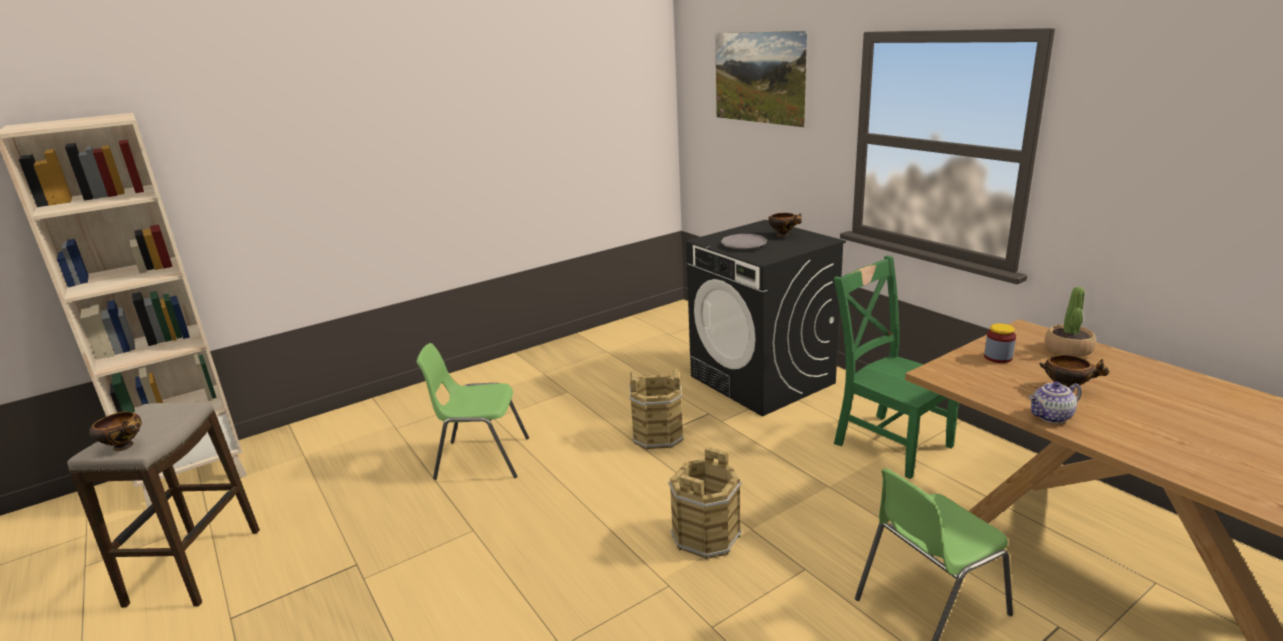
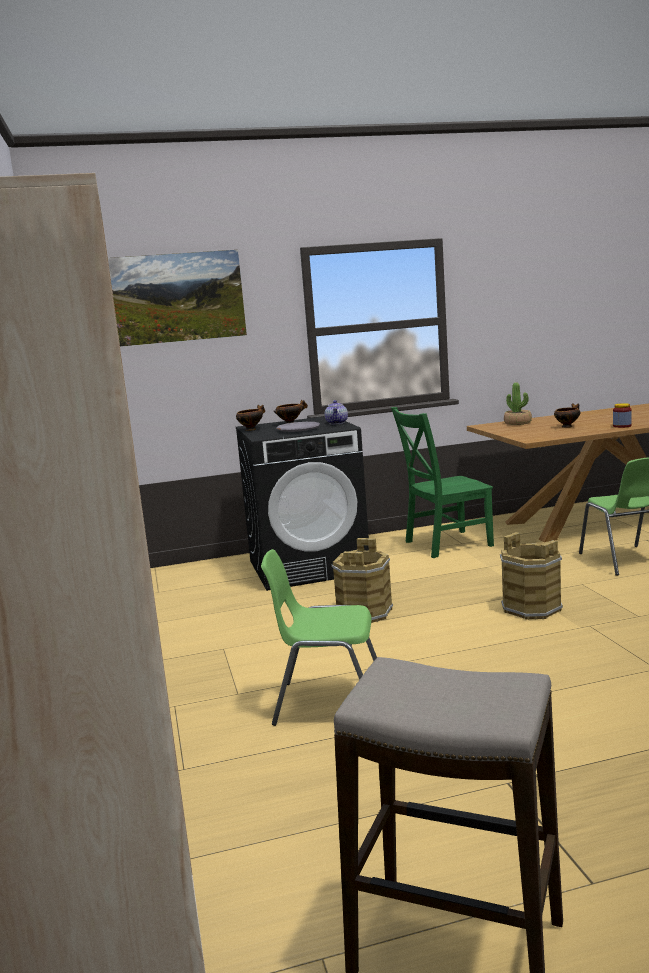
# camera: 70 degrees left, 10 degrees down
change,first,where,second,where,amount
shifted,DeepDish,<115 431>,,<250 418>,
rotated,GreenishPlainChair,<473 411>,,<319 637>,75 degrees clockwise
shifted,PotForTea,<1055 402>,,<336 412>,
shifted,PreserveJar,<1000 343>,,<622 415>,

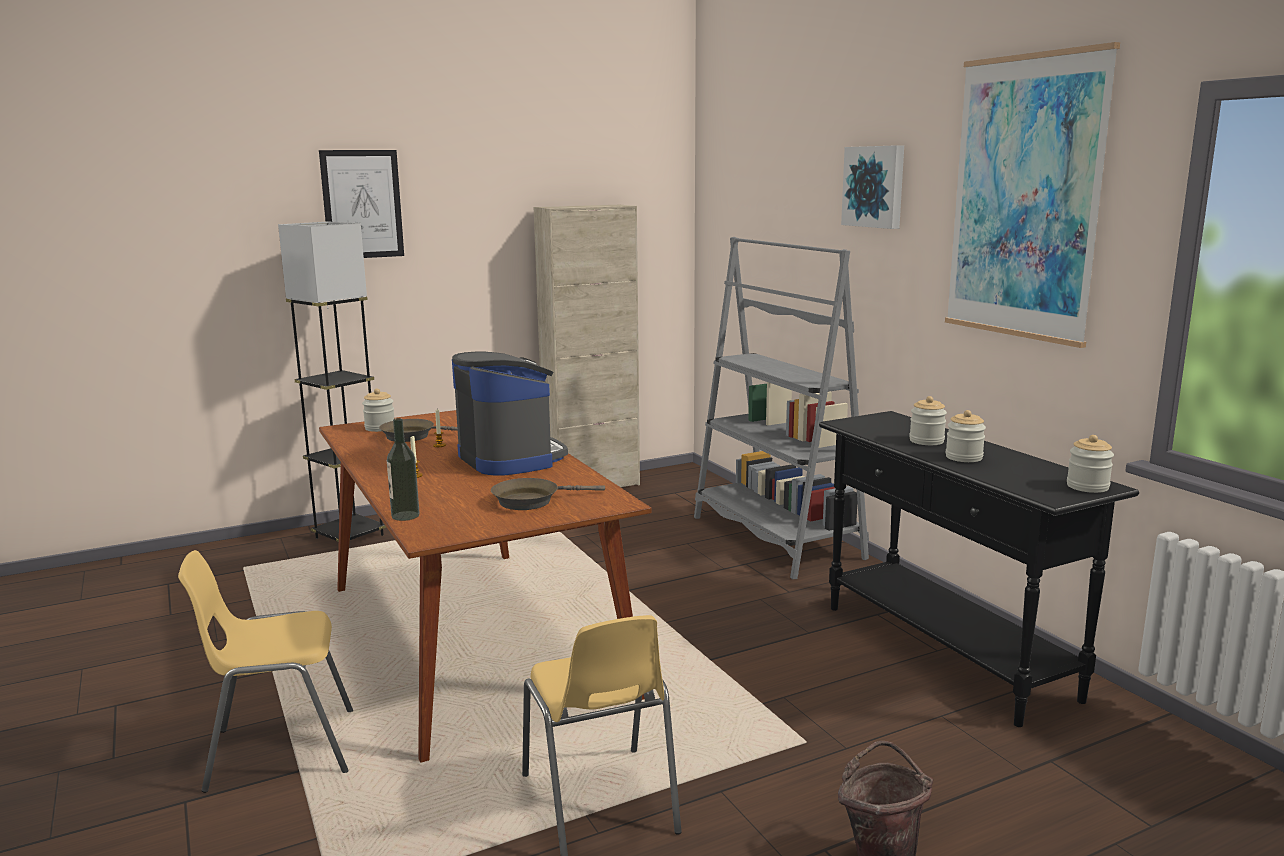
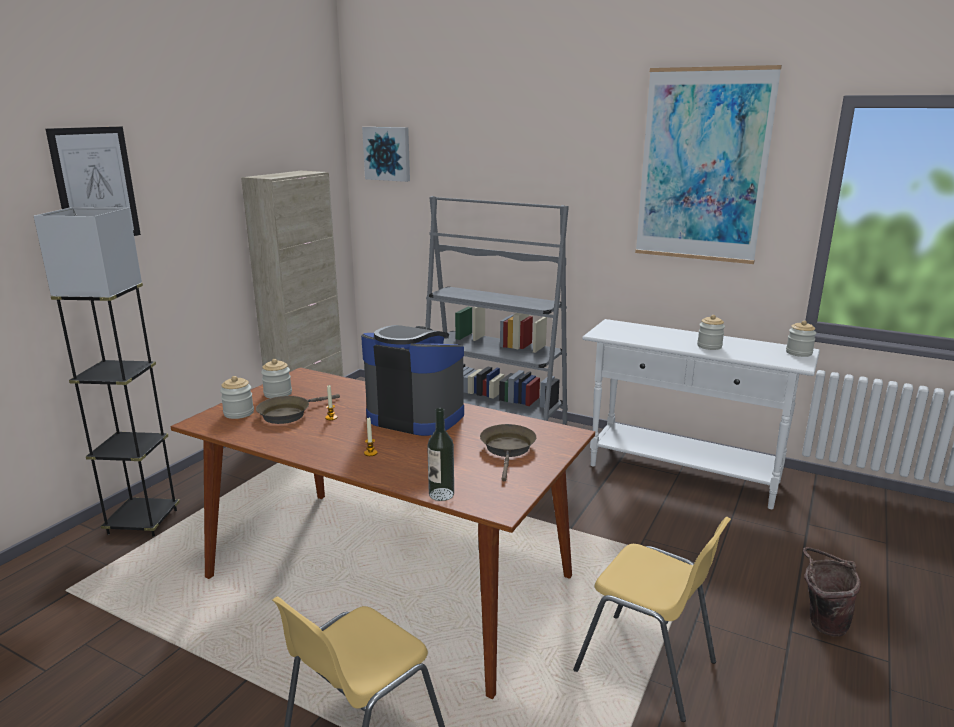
# camera: 35 degrees left, 5 degrees up
change,first,where,second,where,amount
shifted,PreserveJar,<928 420>,,<276 378>,
shifted,Picture,<872 187>,,<386 154>,
rotated,BrownColouredSkillet,<548 494>,,<508 452>,150 degrees clockwise
repainted,BlackishNarrowTable,<979 569>,WhiteColouredNarrowTable,<701 414>,

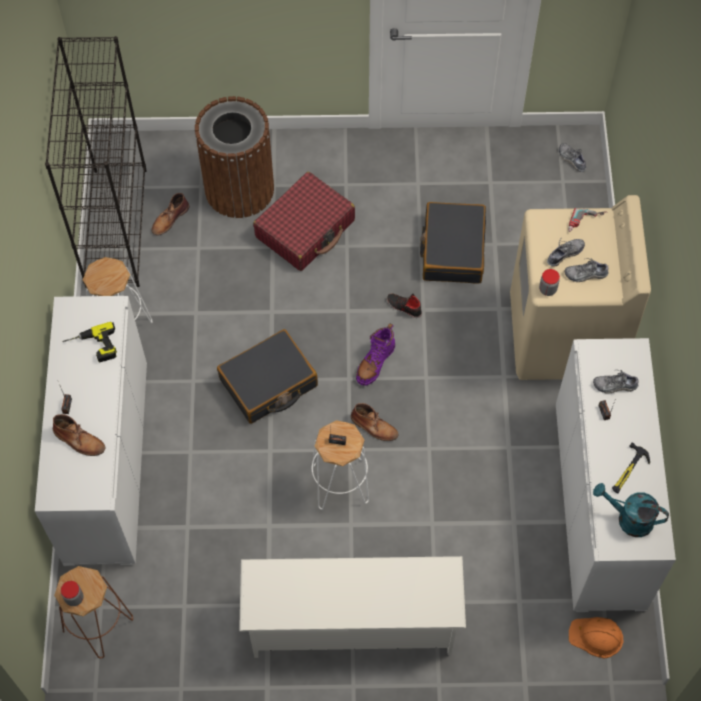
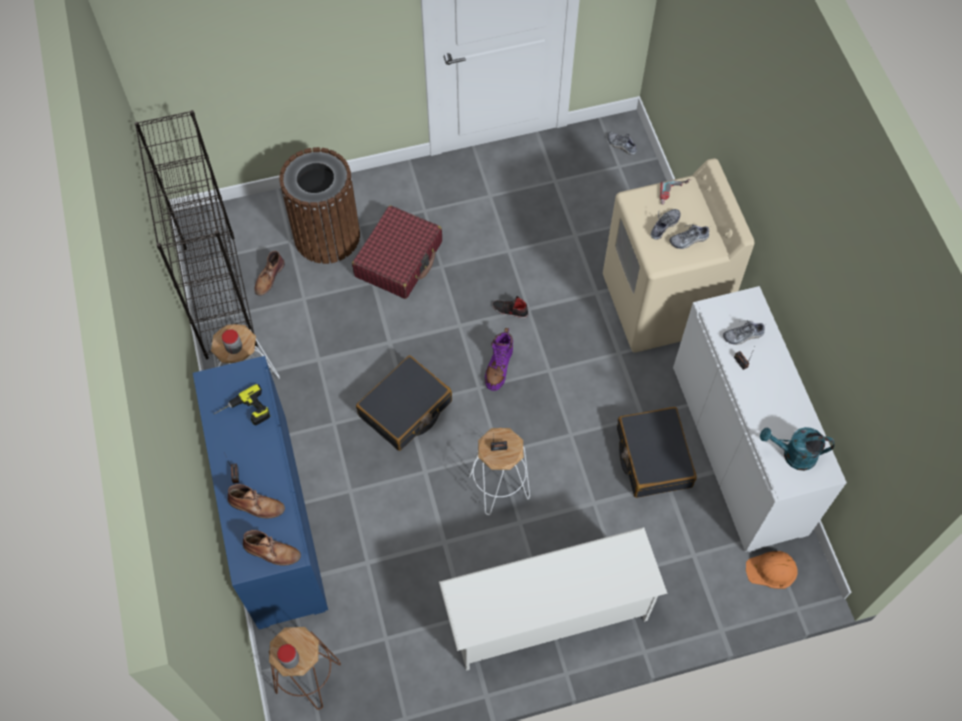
# camera: 15 degrees left, 0 degrees up
change,first,where,second,where,amount
repainted,WhiteColouredCabinet,<91 431>,BluishCabinet,<260 492>,
shifted,PreserveJar,<549 282>,,<232 341>,
shifted,BrownColouredHighTopBoot,<374 422>,,<272 548>,
shifted,BlackishPieceOfLuggage,<453 243>,,<657 452>,
gone,ToolHammer,<631 468>,,,

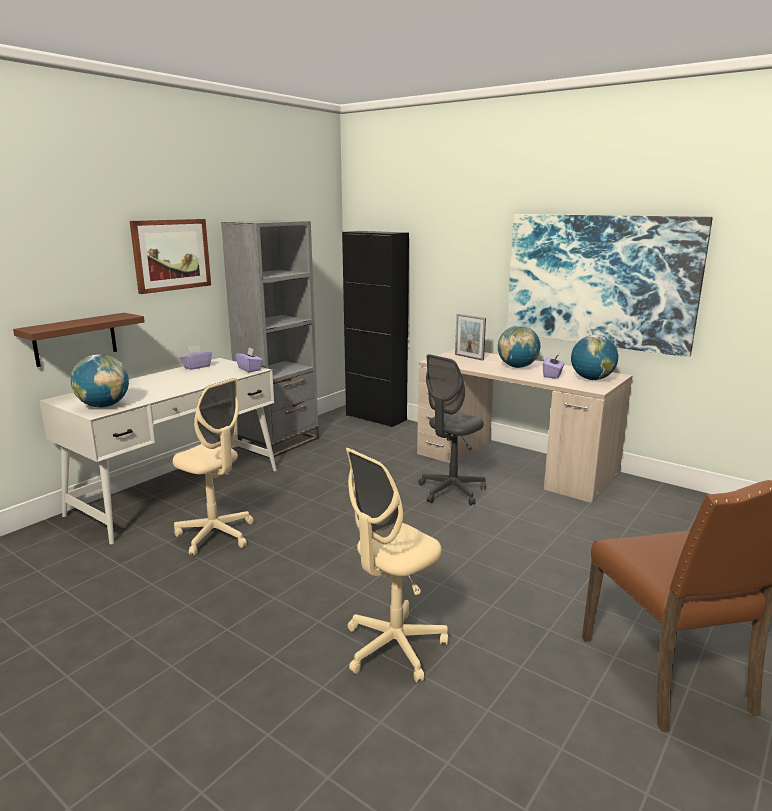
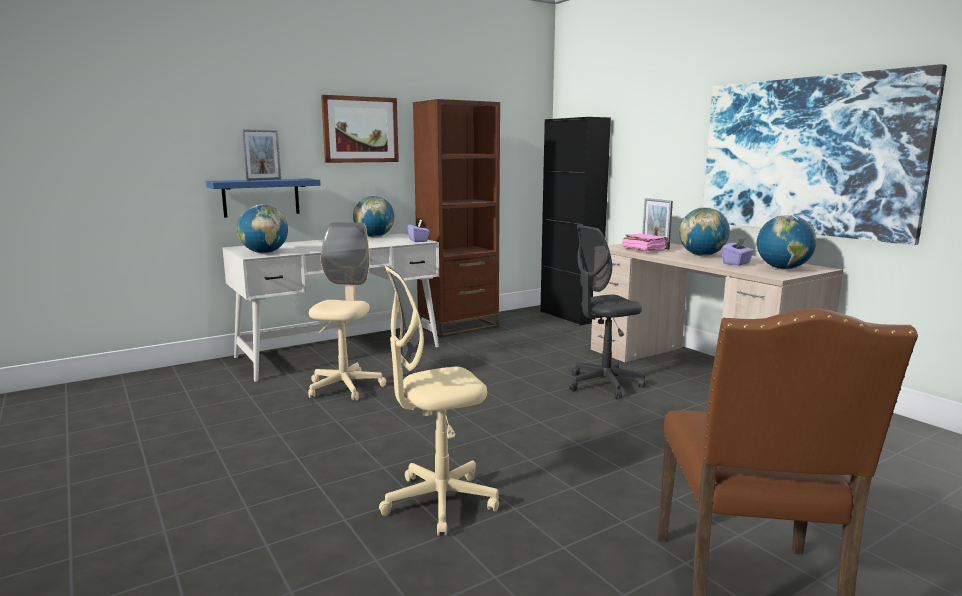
# camera: 20 degrees right, 5 degrees down
change,first,where,second,where,amount
repainted,BrownColouredWallShelf,<79 340>,BluishWallShelf,<263 198>,
new,,,PictureFrame,<261 155>,
rotated,BeigeComputerChair,<213 467>,,<347 311>,135 degrees counterclockwise
swapped,PurpleColouredTissueHolder,<196 357>,Globe,<373 216>,
repainted,GrayBookcase,<270 339>,BrownColouredBookcase,<456 218>,
new,,,PinkishBook,<645 242>,

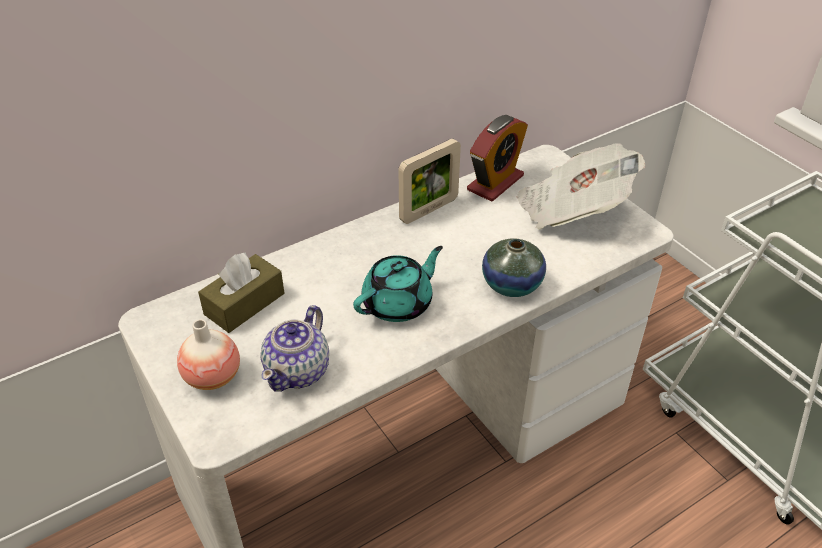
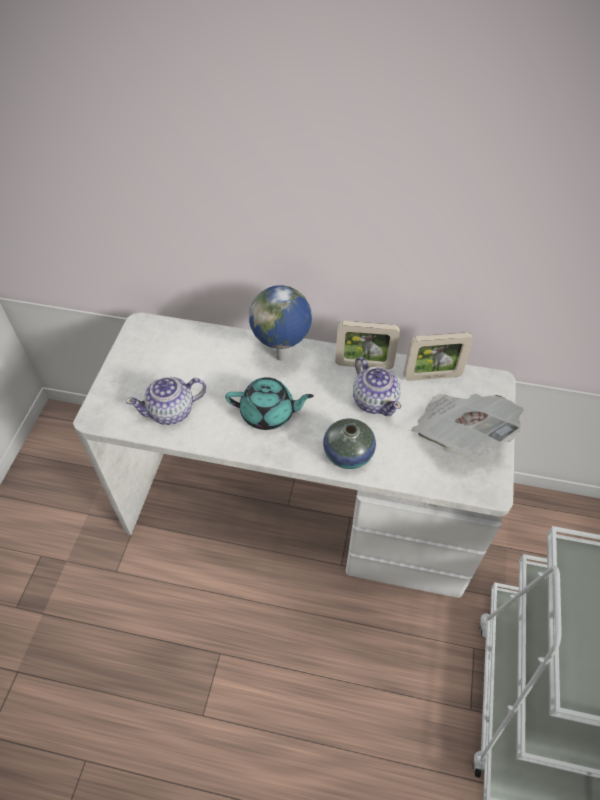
# camera: 45 degrees right, 10 degrees up
change,first,where,second,where,amount
new,,,Globe,<280 323>,
new,,,PotForTea,<377 386>,
swapped,AlarmClock,<497 158>,PictureFrame,<438 356>,
gone,Vase,<208 354>,,,
gone,BrownColouredTissueHolder,<241 292>,,,

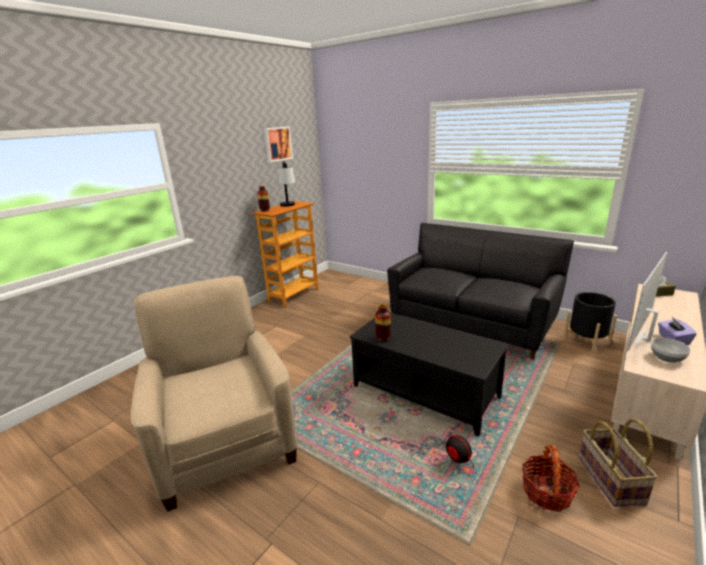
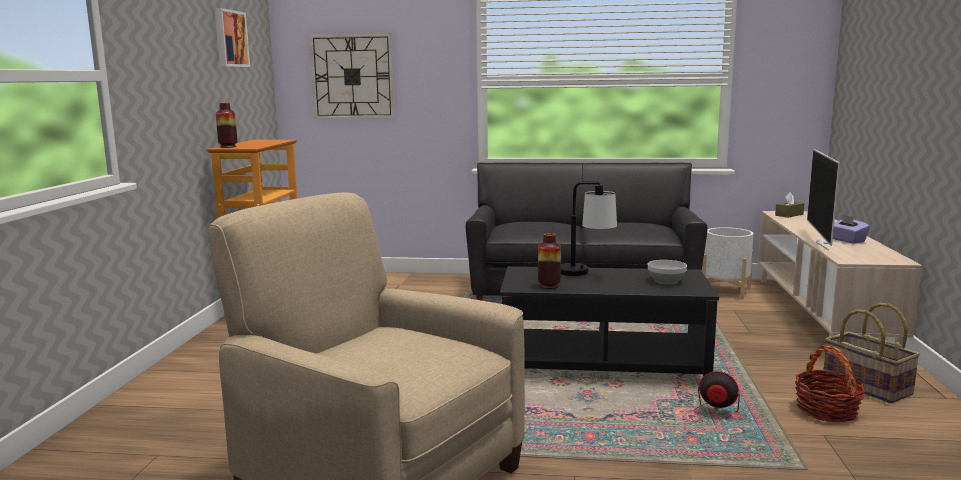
# camera: 30 degrees left, 10 degrees down
change,first,where,second,where,amount
new,,,ClockOnTheWall,<352 76>,
shifted,TableLamp,<286 184>,,<589 228>,
shifted,DeepDish,<671 350>,,<667 272>,
repainted,BlackishPlantPot,<590 322>,WhiteColouredPlantPot,<728 263>,

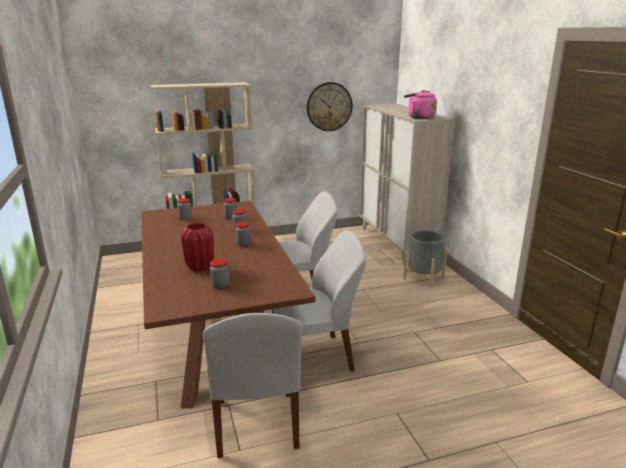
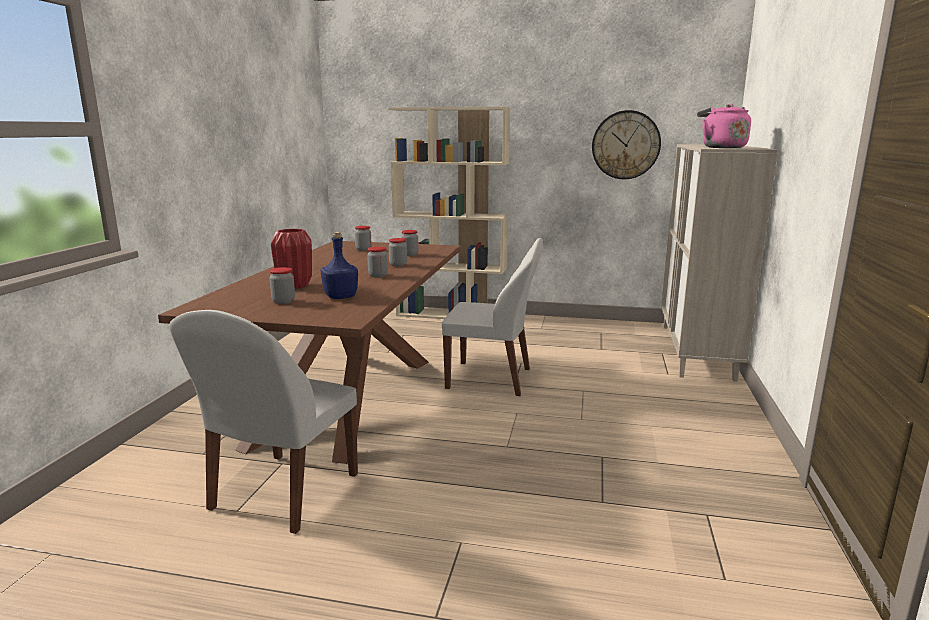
# camera: 30 degrees right, 5 degrees down
change,first,where,second,where,amount
new,,,BluishBeverageBottle,<339 265>,
gone,WhiteColouredPlainChair,<319 301>,,,
gone,GrayPlantPot,<425 259>,,,

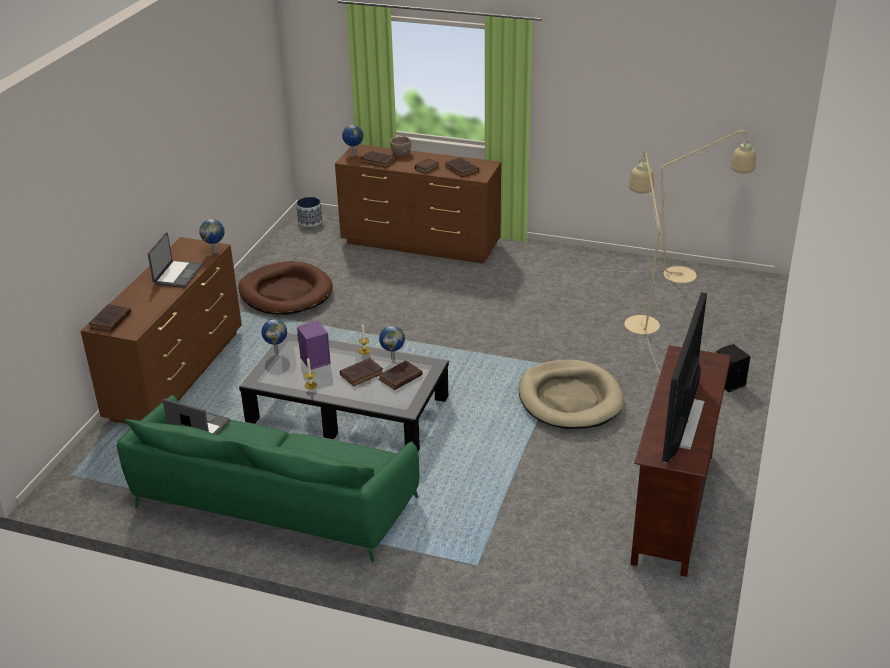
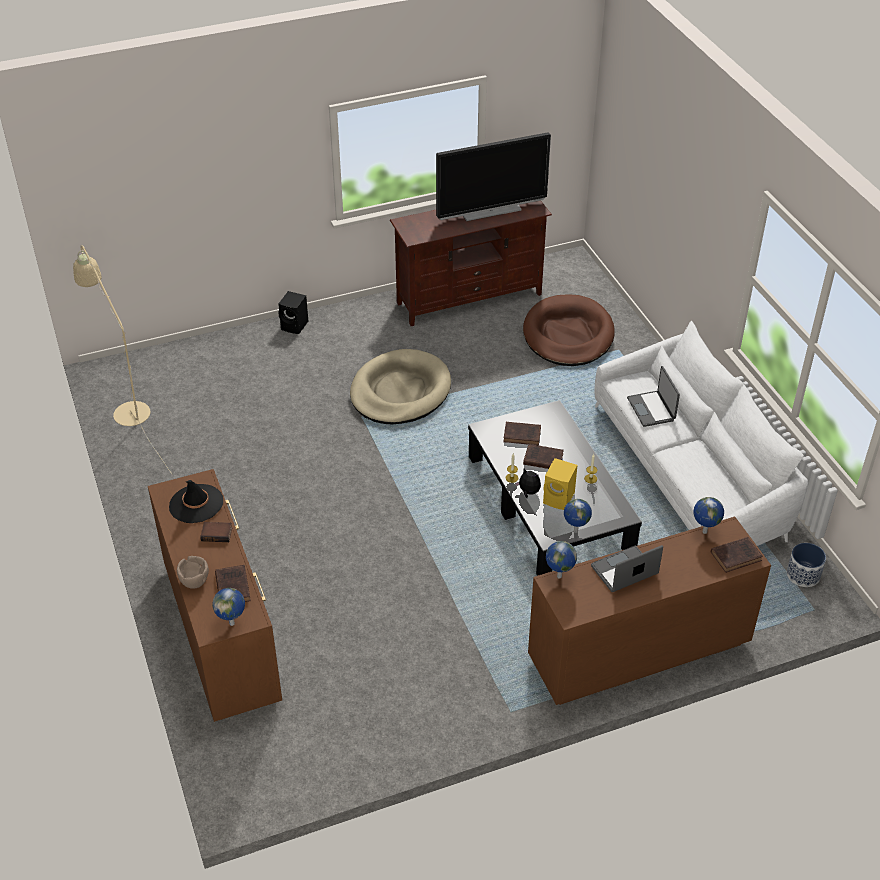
# camera: 130 degrees left, 10 degrees up
change,first,where,second,where,amount
swapped,BrownColouredBook,<462 167>,BlackishWearableHat,<196 501>,
new,,,CuddlyToy,<528 483>,
shifted,BrownColouredPetBed,<285 288>,,<569 330>,
repainted,PurpleColouredAudioSpeaker,<314 345>,YellowishAudioSpeaker,<560 484>,
repainted,GreenishSettee,<268 478>,WhiteColouredSettee,<701 433>,
shifted,Laptop,<196 417>,,<653 396>,
shifted,Globe,<392 343>,,<708 515>,
shifted,PlantPot,<309 212>,,<806 565>,
gone,BeigeStandardLamp,<642 262>,,,

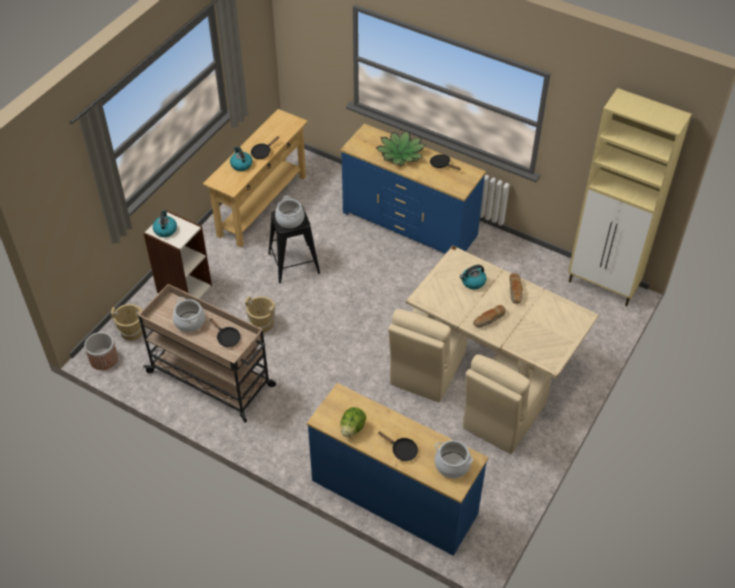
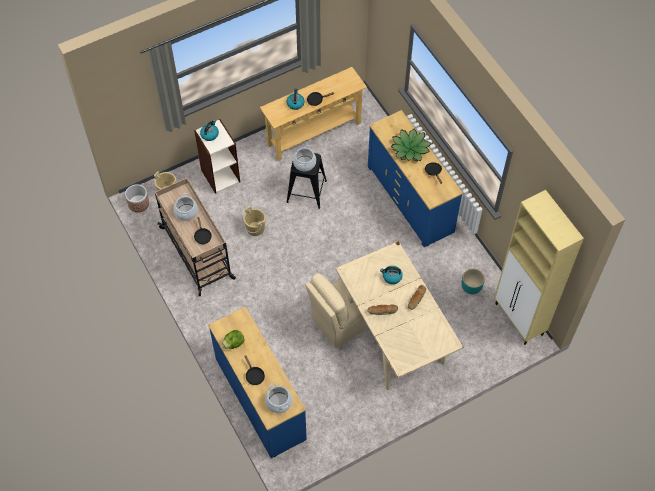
# camera: 30 degrees right, 10 degrees up
change,first,where,second,where,amount
new,,,TurquoiseColouredPlantPot,<473 281>,
gone,BeigePlainChair,<507 403>,,,

